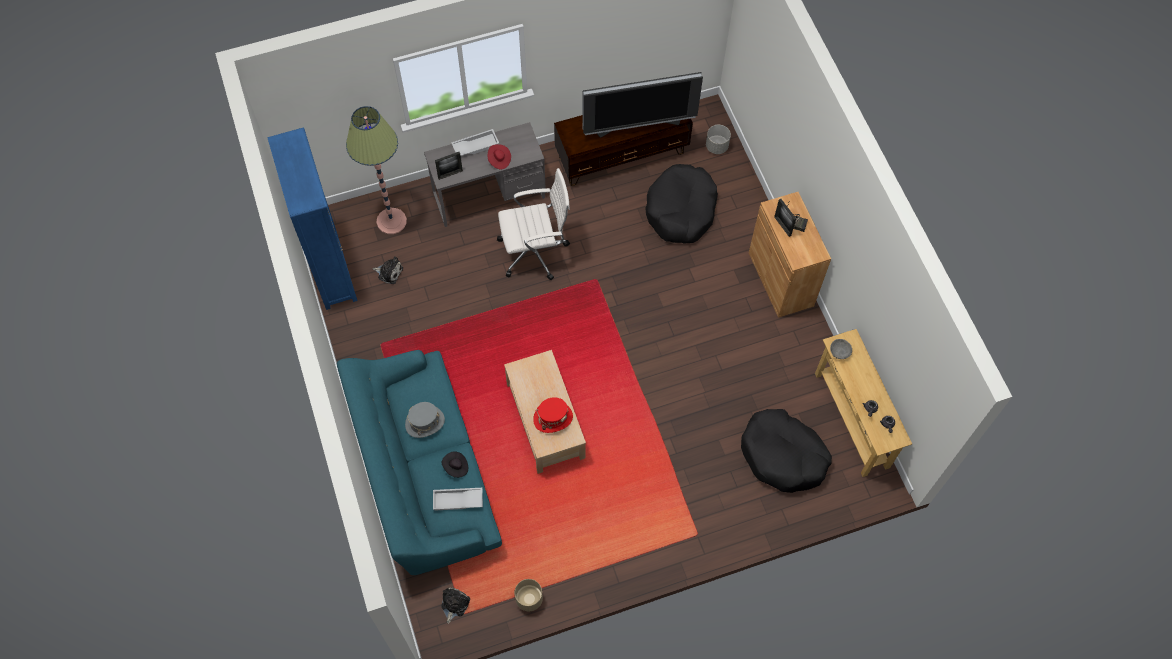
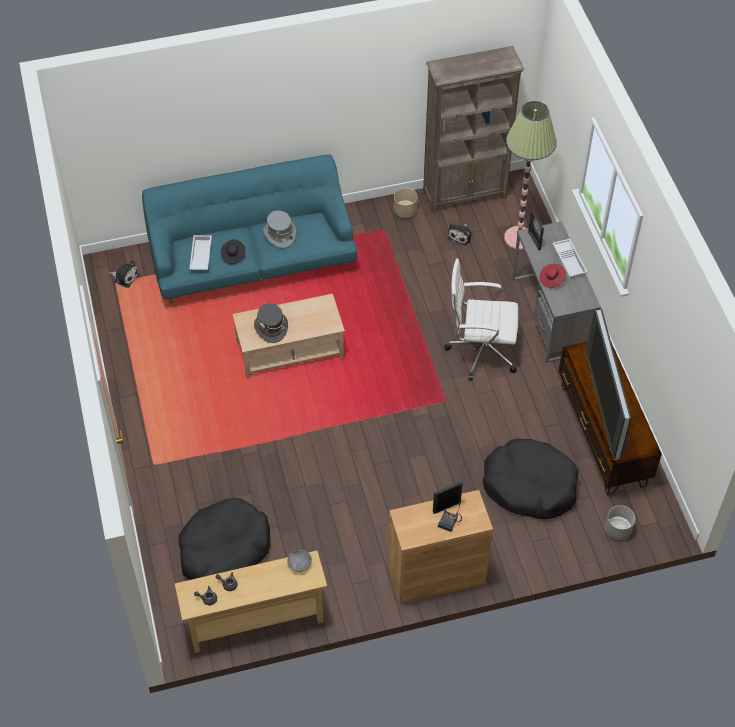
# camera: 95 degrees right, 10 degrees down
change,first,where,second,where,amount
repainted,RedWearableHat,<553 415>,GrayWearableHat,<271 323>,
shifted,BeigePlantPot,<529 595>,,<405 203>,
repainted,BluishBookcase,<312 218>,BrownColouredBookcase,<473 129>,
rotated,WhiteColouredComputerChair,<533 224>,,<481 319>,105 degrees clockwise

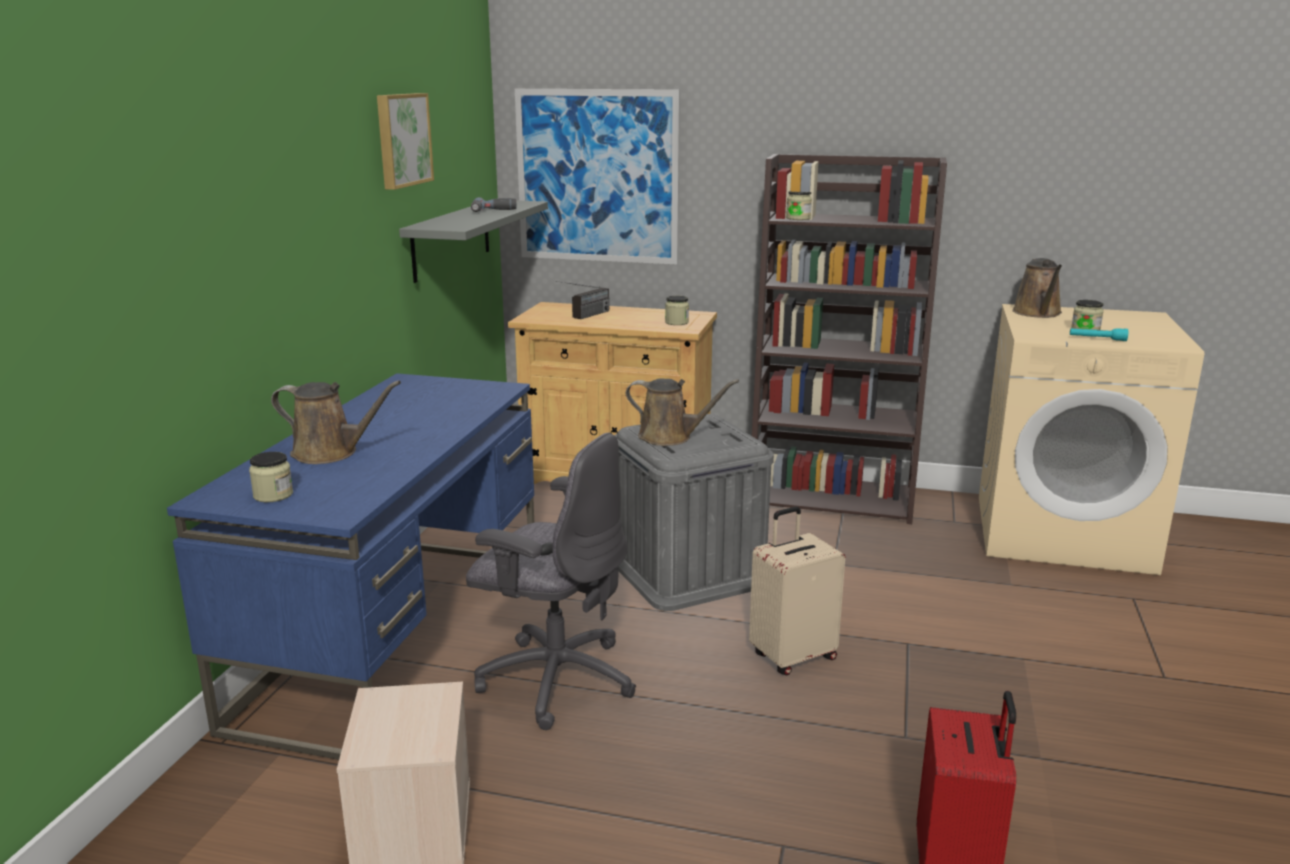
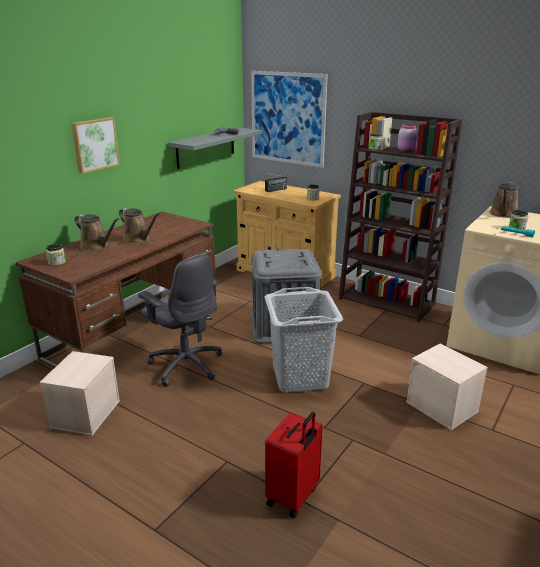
# camera: 20 degrees right, 5 degrees up
change,first,where,second,where,amount
repainted,BluishDeskUnit,<350 566>,BrownColouredDeskUnit,<116 290>,
shifted,Picture,<405 141>,,<95 145>,
shifted,BrownColouredSprinklingCan,<682 412>,,<139 226>,
swapped,BeigePieceOfLuggage,<797 591>,GrayWashingBasket,<303 340>,
new,,,PinkishPreserveJar,<408 138>,
new,,,BeigeStorageContainer,<447 387>,

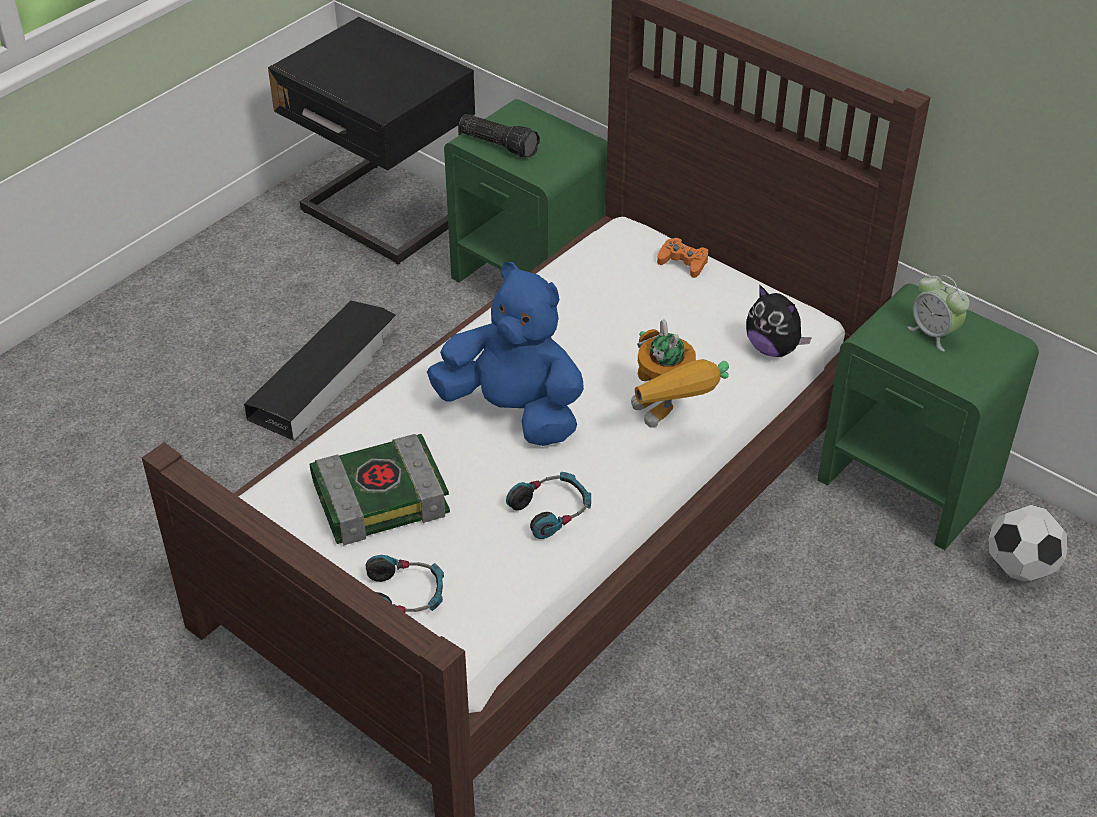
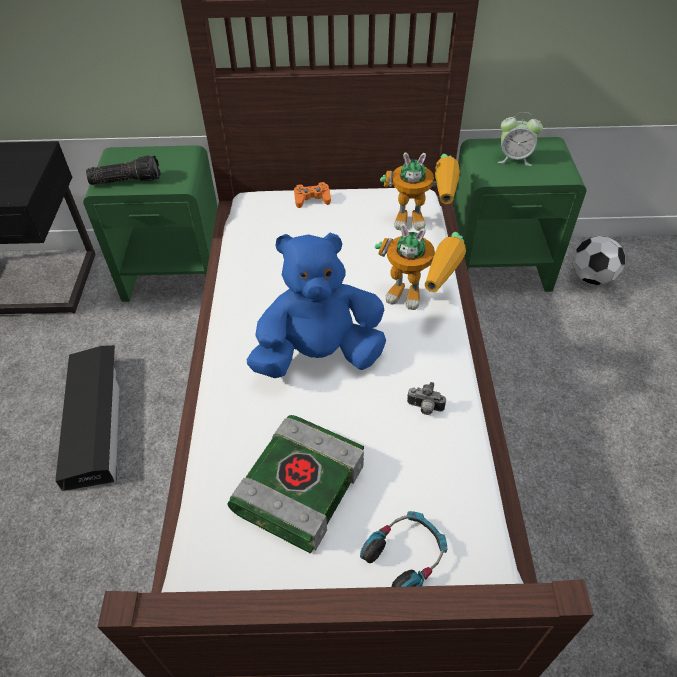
# camera: 40 degrees left, 5 degrees up
change,first,where,second,where,amount
swapped,CuddlyToy,<779 320>,ToyRobot,<420 192>,
swapped,Headphones,<548 505>,PhotoCamera,<426 398>,

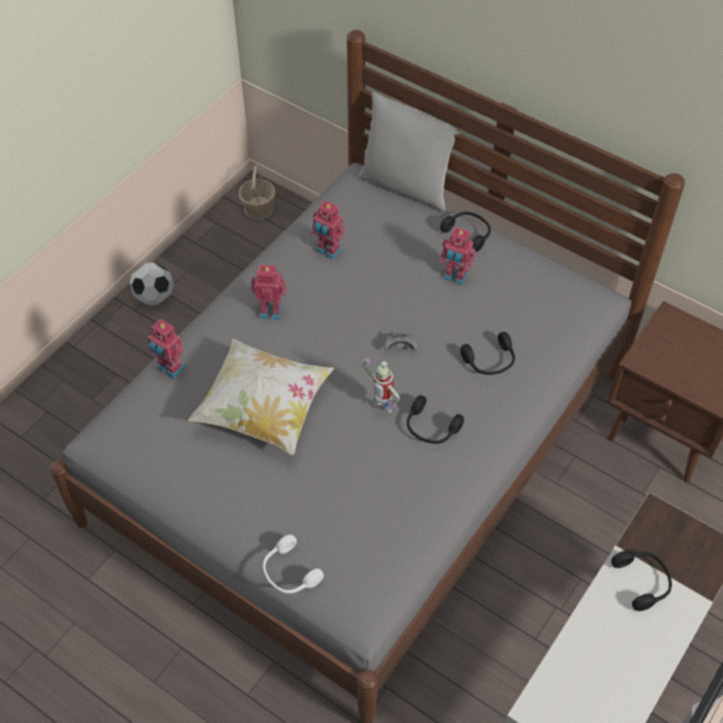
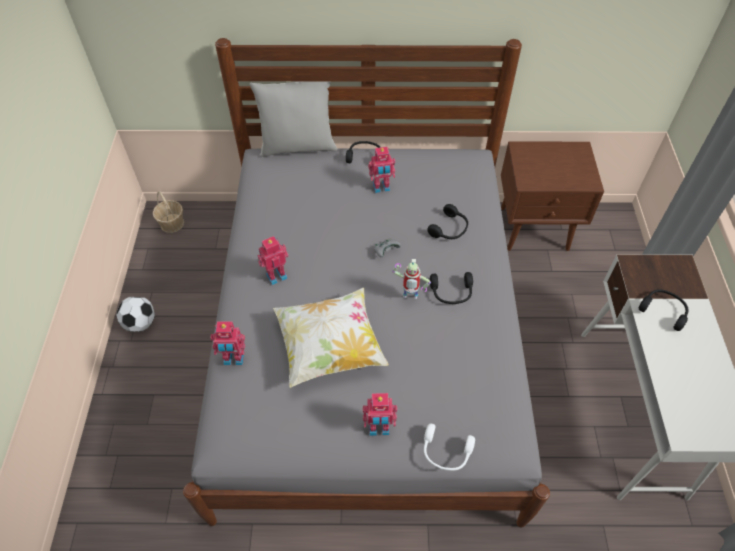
# camera: 35 degrees left, 0 degrees up
change,first,where,second,where,amount
shifted,ToyRobot,<328 230>,,<380 414>,

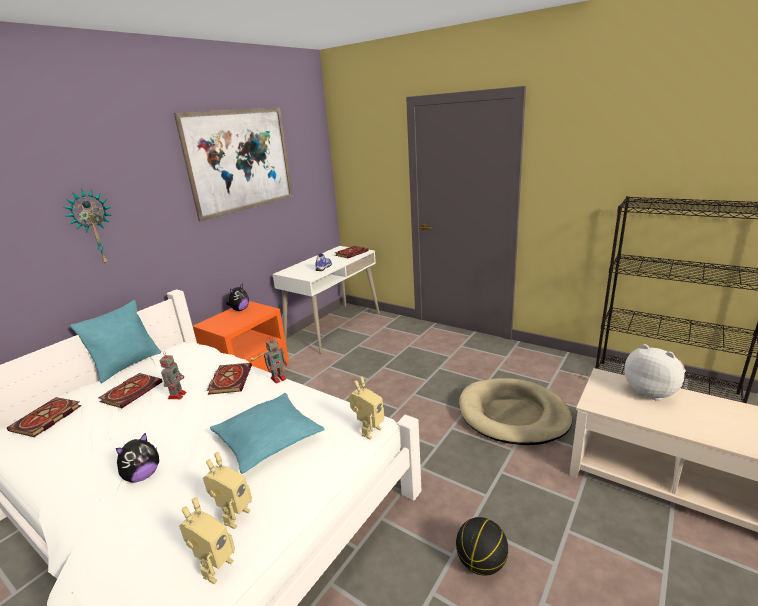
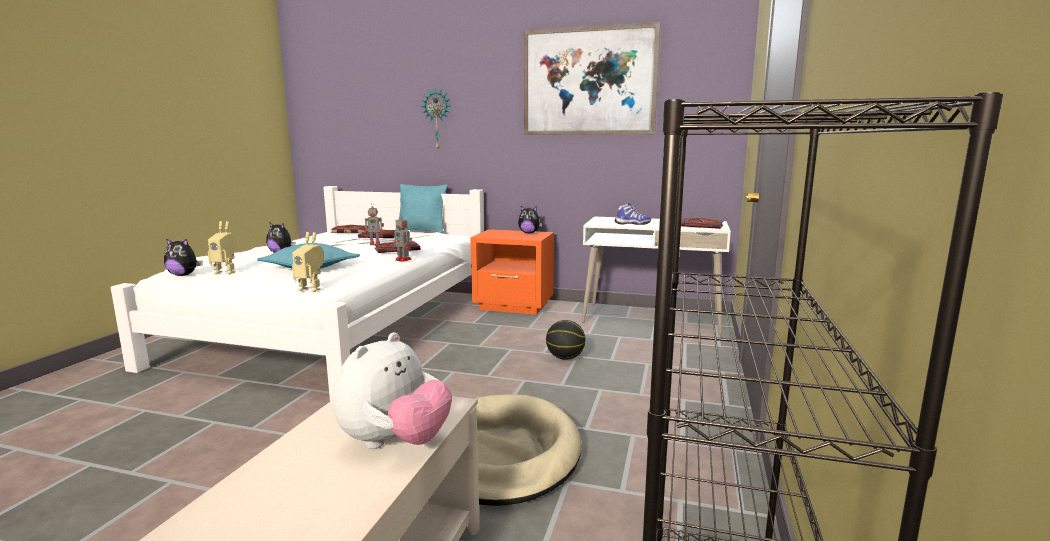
# camera: 70 degrees right, 10 degrees down
change,first,where,second,where,amount
swapped,ToyRobot,<207 540>,CuddlyToy,<183 257>,
shifted,BasketballBall,<482 546>,,<565 340>,

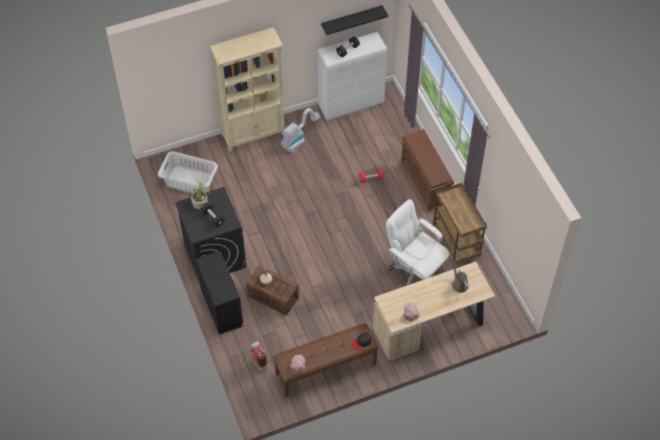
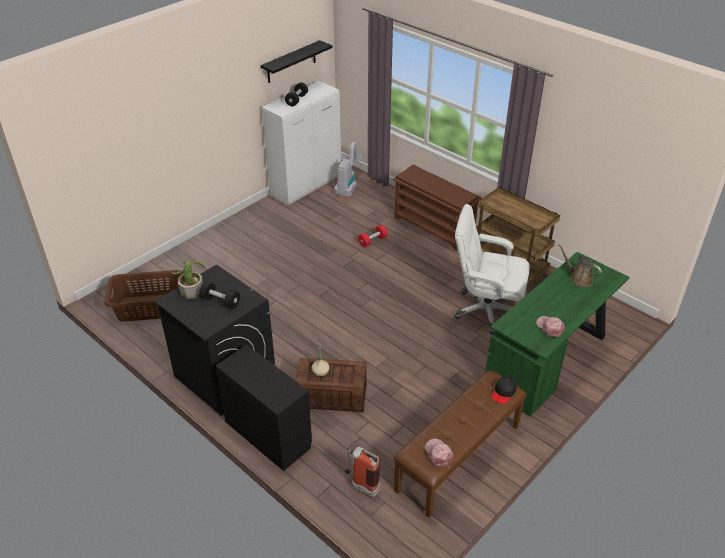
# camera: 25 degrees left, 15 degrees down
change,first,where,second,where,amount
repainted,GrayWashingBasket,<188 172>,BrownColouredWashingBasket,<143 296>,
shifted,Hoover,<300 130>,,<348 169>,
repainted,BeigeDeskUnit,<434 311>,GreenishDeskUnit,<557 334>,
gone,BeigeBookcase,<247 89>,,,

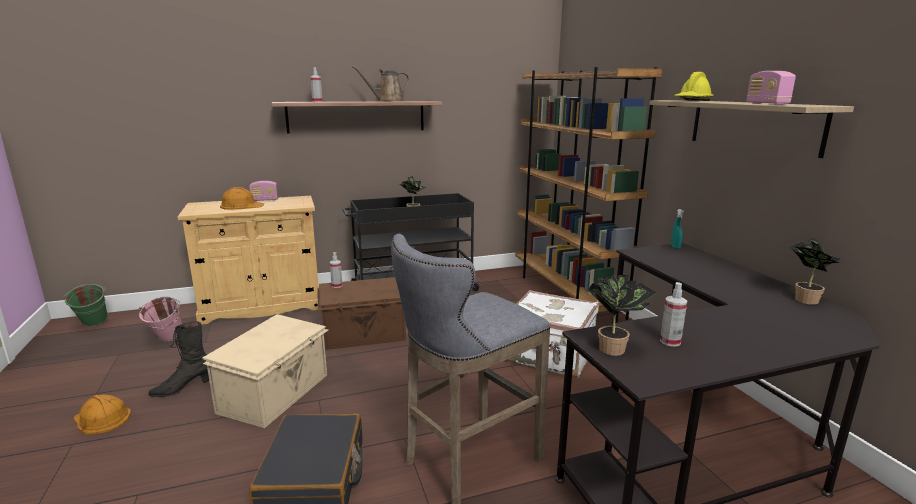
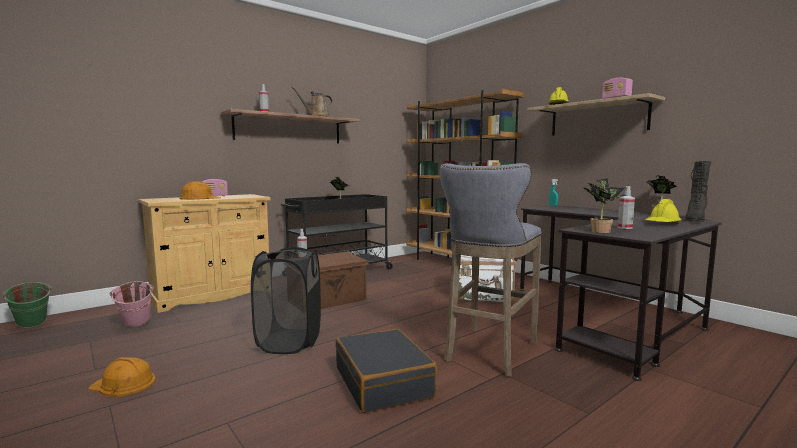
# camera: 20 degrees left, 10 degrees down
change,first,where,second,where,amount
swapped,BeigeStorageContainer,<265 371>,BlackishWashingBasket,<286 300>,
new,,,YellowishWorkHelmet,<664 211>,
shifted,BlackishHighTopBoot,<178 359>,,<698 191>,

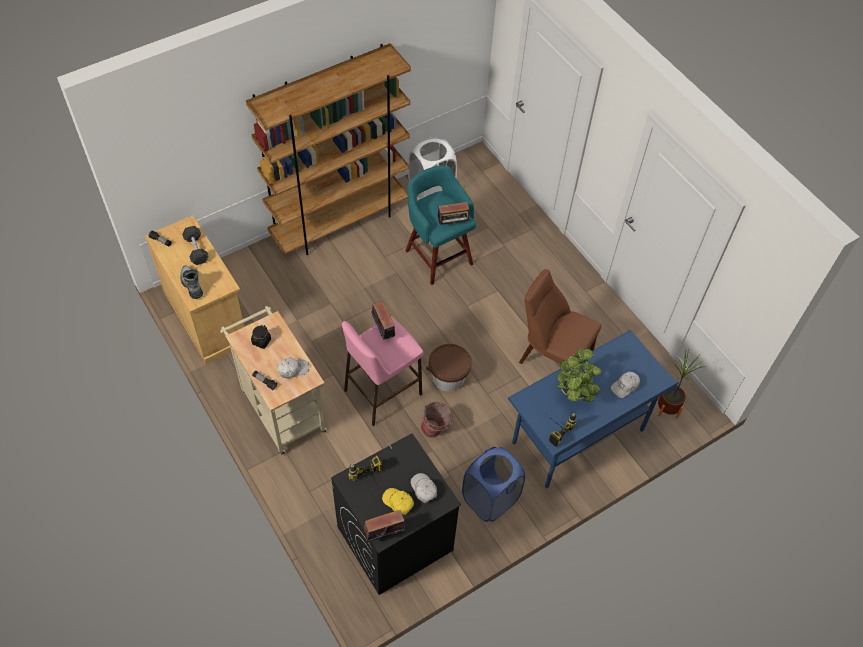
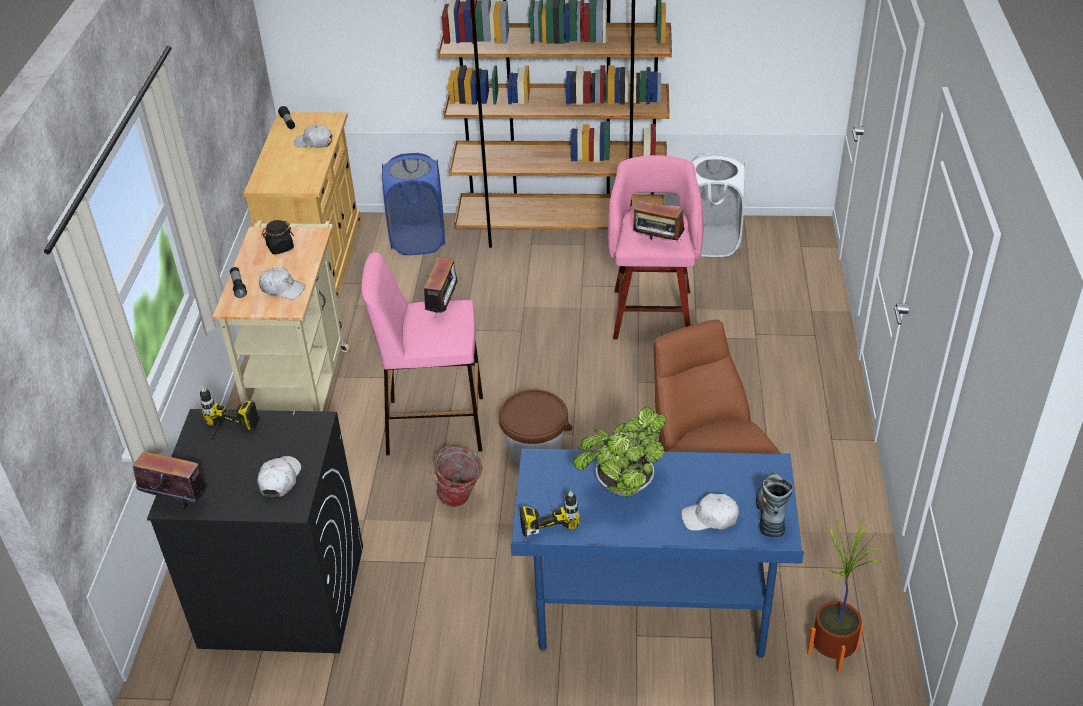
# camera: 40 degrees right, 15 degrees down
change,first,where,second,where,amount
swapped,BlackishFreeWeight,<195 245>,WhiteColouredCap,<313 136>,
shifted,BluishWashingBasket,<493 484>,,<413 204>,
repainted,TurquoiseColouredStoolSeat,<440 225>,PinkishStoolSeat,<655 247>,
shifted,HighTopBoot,<192 282>,,<775 505>,
gone,YellowishCap,<398 501>,,,

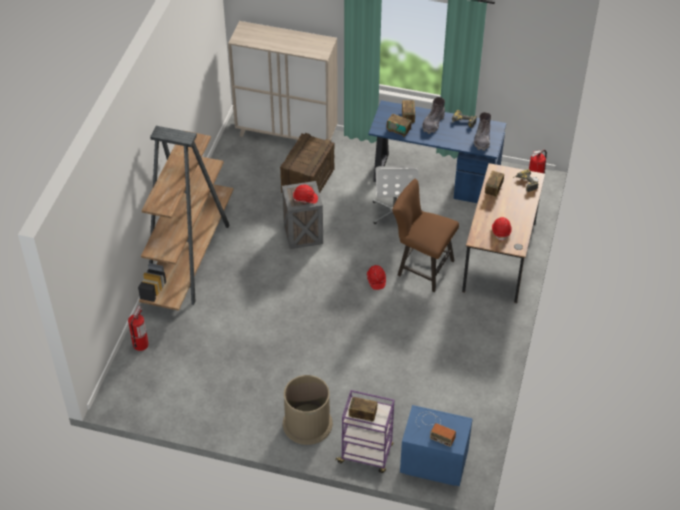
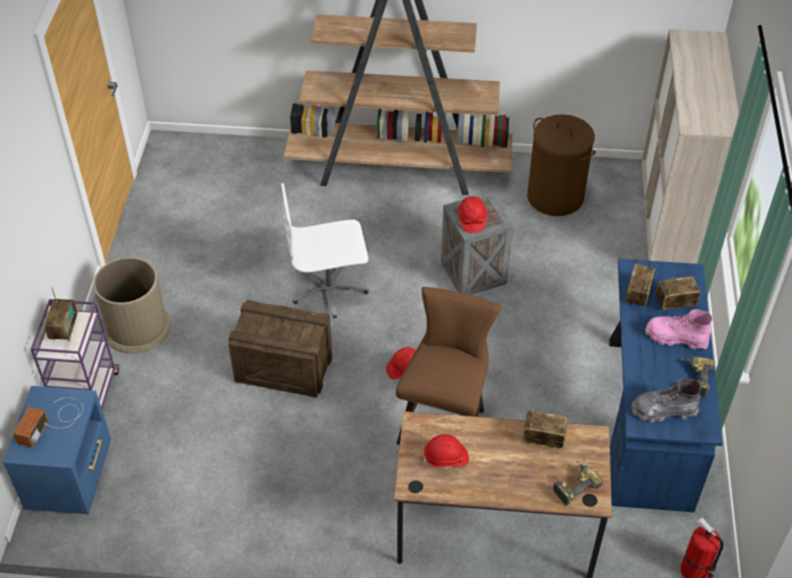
# camera: 80 degrees right, 0 degrees up
change,first,where,second,where,amount
shifted,Crate,<307 163>,,<280 349>,
shifted,WhiteColouredComputerChair,<396 195>,,<325 251>,
new,,,BrownColouredWashingBasket,<561 165>,
repainted,GrayHighTopBoot,<433 115>,PinkishHighTopBoot,<678 329>,
gone,FireFightingCylinder,<138 328>,,,

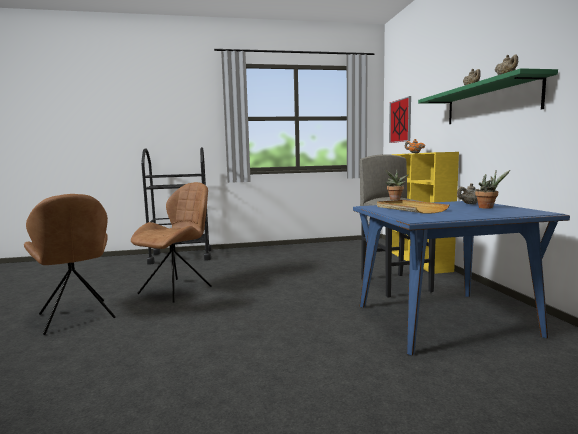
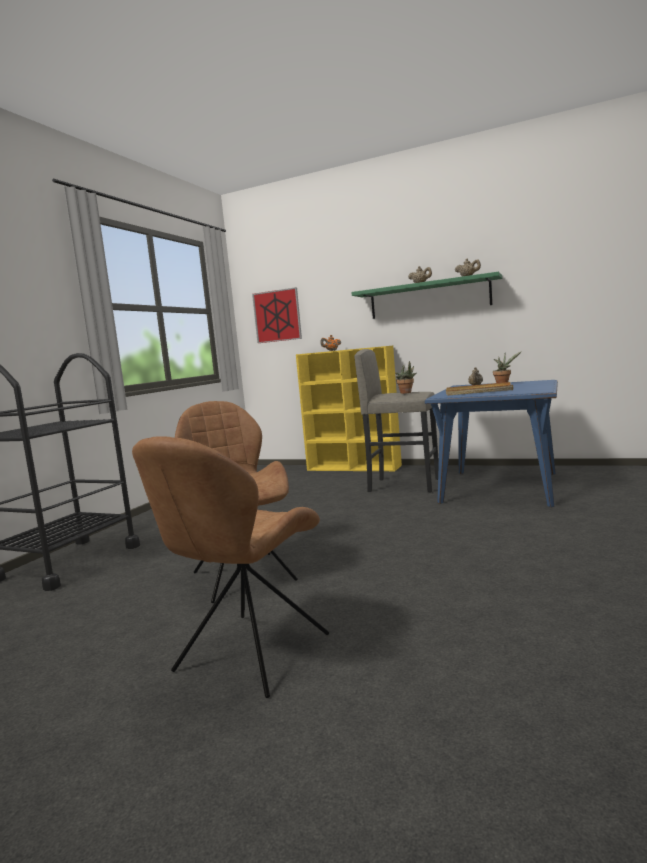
# camera: 55 degrees left, 0 degrees up
change,first,where,second,where,amount
rotated,BrownColouredPlainChair,<70 264>,,<230 567>,120 degrees clockwise

